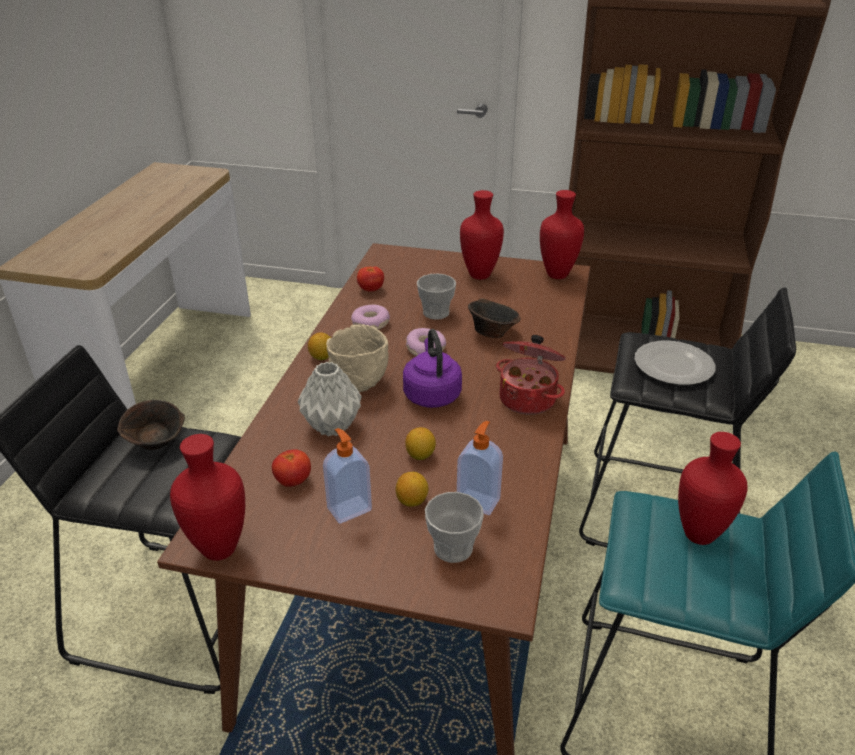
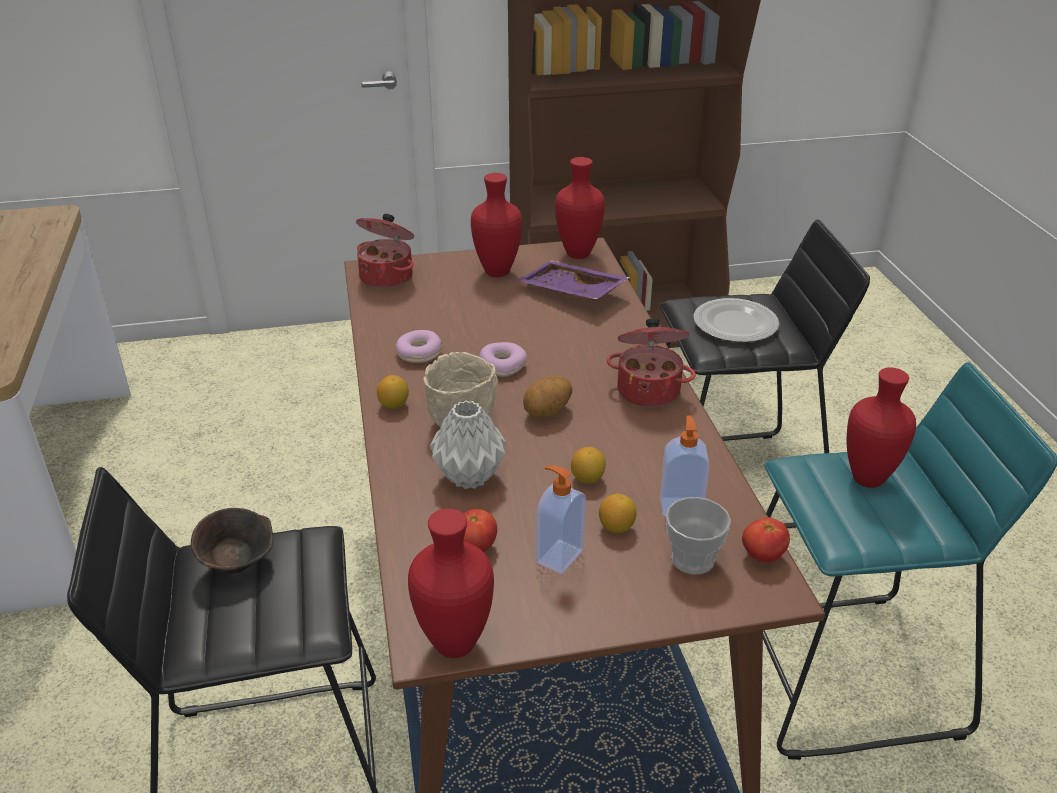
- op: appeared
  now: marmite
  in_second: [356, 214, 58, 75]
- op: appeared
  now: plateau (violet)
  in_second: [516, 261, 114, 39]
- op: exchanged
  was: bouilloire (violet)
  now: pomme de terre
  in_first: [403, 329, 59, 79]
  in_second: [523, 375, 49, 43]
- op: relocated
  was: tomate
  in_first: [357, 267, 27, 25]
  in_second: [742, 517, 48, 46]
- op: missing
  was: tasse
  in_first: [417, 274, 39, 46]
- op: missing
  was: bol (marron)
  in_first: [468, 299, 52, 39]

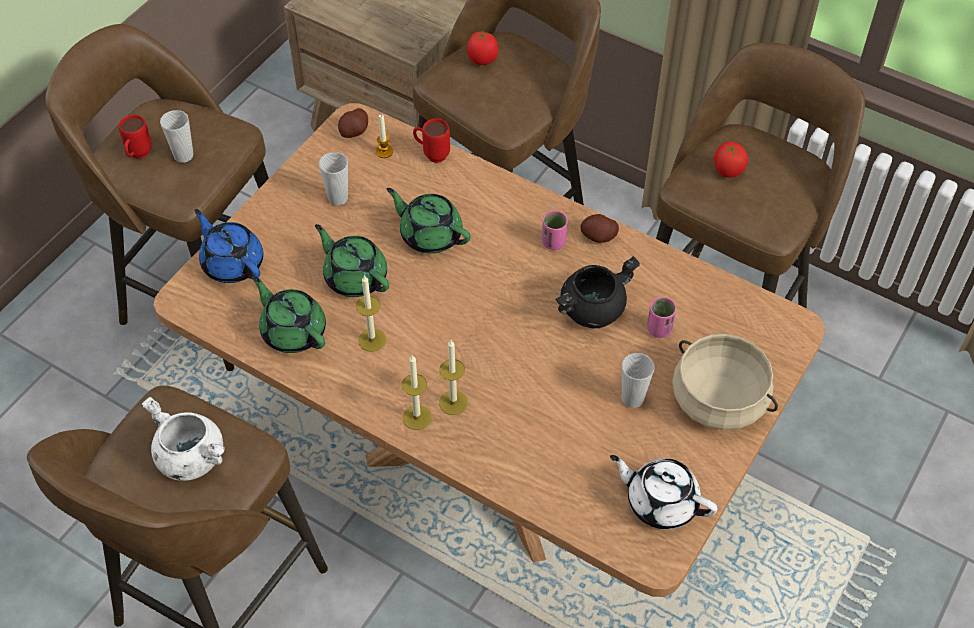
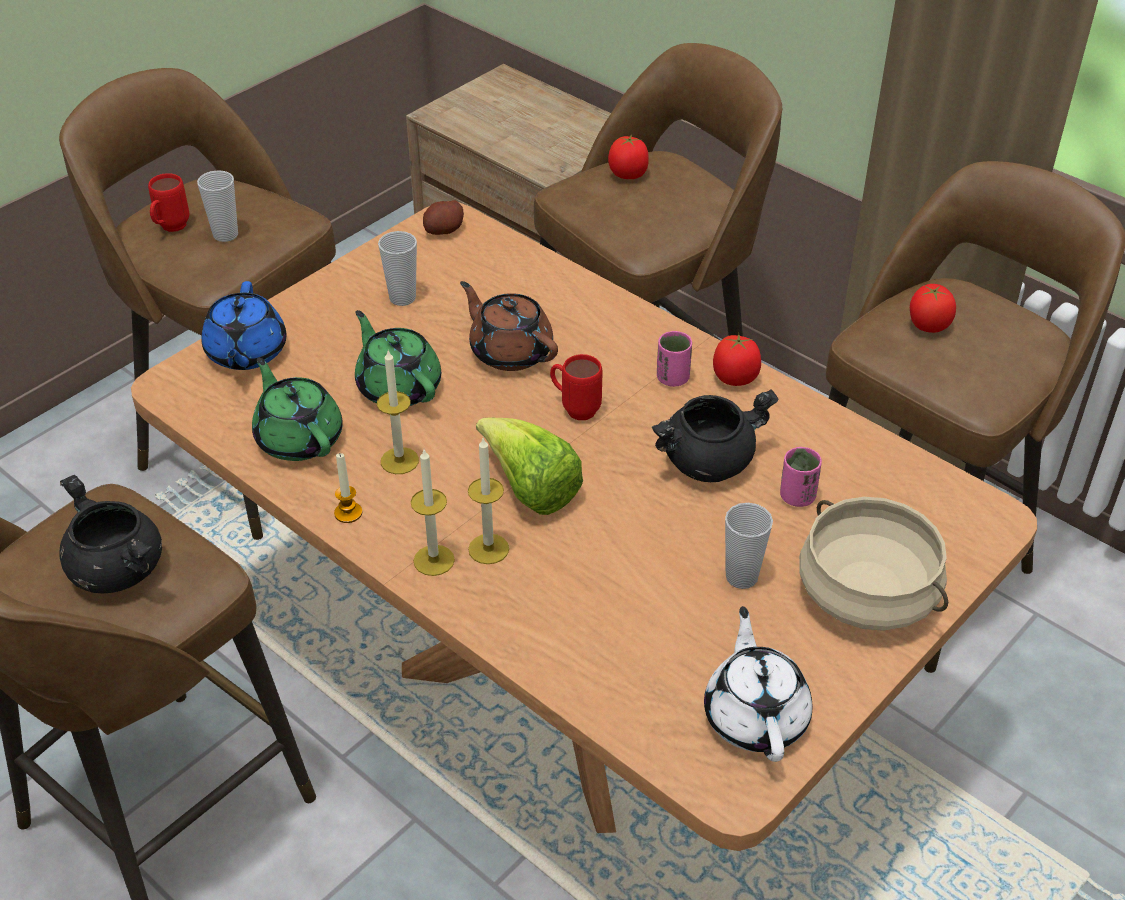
- op: colour
  was: marmite (blanc)
  now: marmite (noir)
  in_first: [141, 397, 85, 84]
  in_second: [59, 475, 103, 118]
- op: spun
  was: théière (bleu)
  in_first: [195, 209, 68, 74]
  in_second: [201, 281, 85, 89]
  clockwise: -150
- op: relocated
  was: bougie
  in_first: [376, 114, 17, 44]
  in_second: [334, 453, 28, 70]
- op: colour
  was: théière (vert)
  now: théière (marron)
  in_first: [387, 188, 83, 66]
  in_second: [460, 281, 98, 90]
- op: appeared
  now: laitue
  in_second: [476, 418, 107, 97]
- op: relocated
  was: mug (rouge)
  in_first: [413, 119, 37, 44]
  in_second: [550, 354, 52, 66]
- op: spun
  was: théière (blanc)
  in_first: [610, 455, 108, 75]
  in_second: [704, 606, 108, 156]
  clockwise: 45
- op: exchanged
  was: pomme de terre
  now: tomate
  in_first: [580, 214, 39, 29]
  in_second: [713, 333, 48, 53]

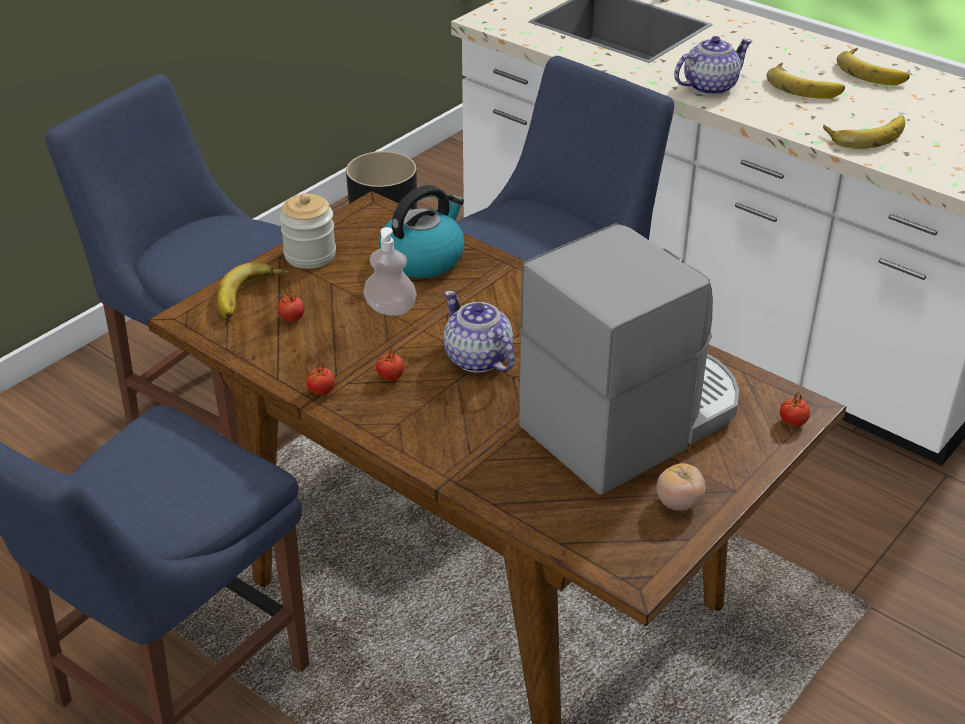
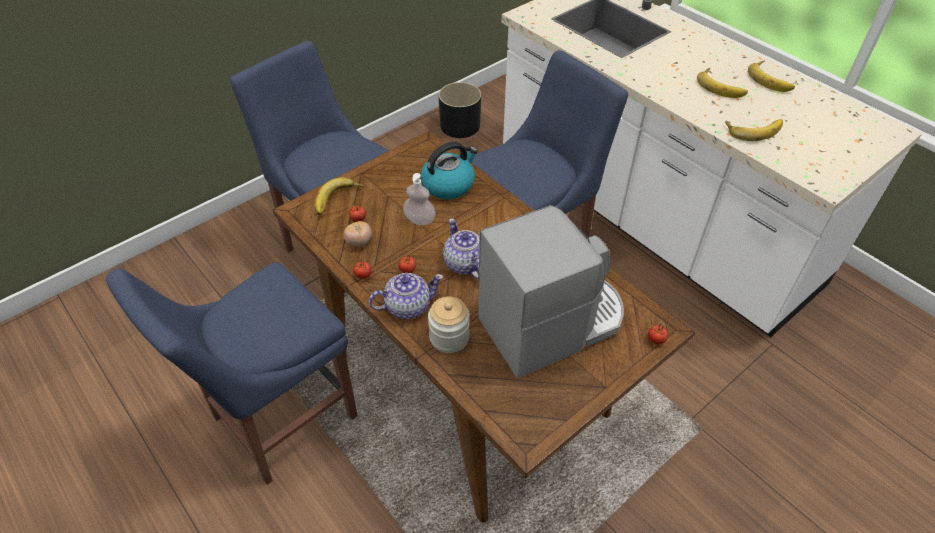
- op: relocated
  was: tomate
  in_first: [656, 463, 50, 48]
  in_second: [344, 221, 28, 26]
- op: relocated
  was: théière
  in_first: [674, 36, 78, 59]
  in_second: [369, 273, 75, 46]
- op: relocated
  was: bocal
  in_first: [280, 193, 56, 76]
  in_second: [428, 296, 42, 57]

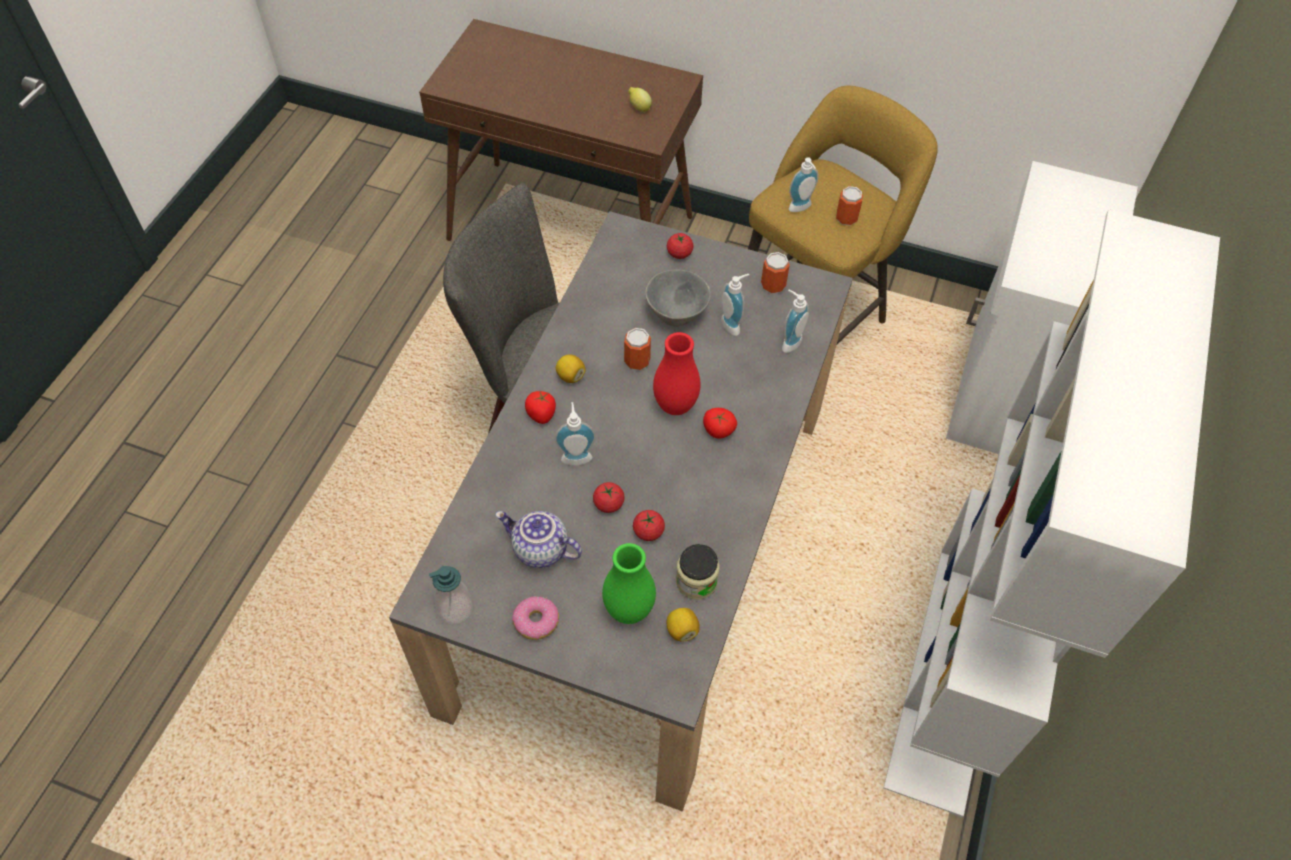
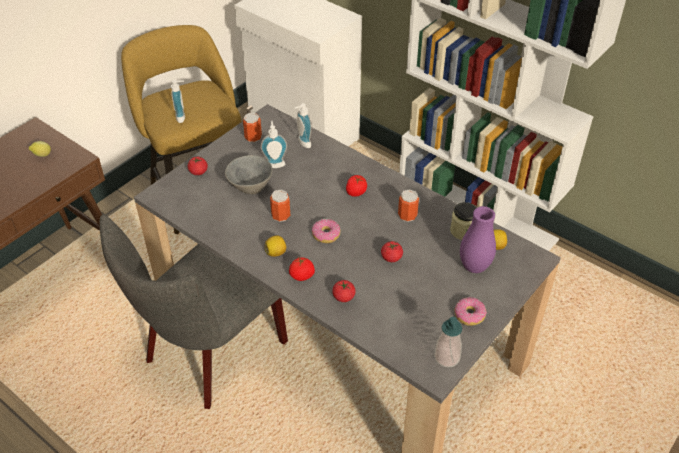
- op: appeared
  now: beignet
  in_second: [312, 219, 28, 24]
- op: relocated
  was: tomate
  in_first: [633, 510, 32, 31]
  in_second: [332, 280, 23, 22]
- op: relocated
  was: boîte métallique
  in_first: [836, 186, 27, 40]
  in_second: [398, 189, 21, 33]
- op: colour
  was: vase (vert)
  now: vase (violet)
  in_first: [602, 543, 54, 81]
  in_second: [460, 206, 36, 67]
- op: missing
  was: théière
  in_first: [495, 511, 87, 57]
- op: missing
  was: distributeur de savon
  in_first: [554, 402, 42, 64]
- op: missing
  was: vase (rouge)
  in_first: [653, 332, 48, 83]

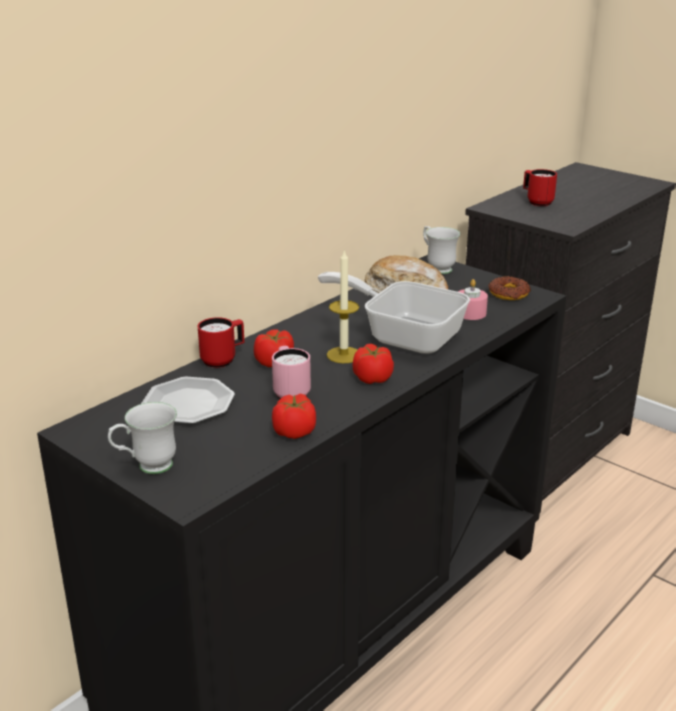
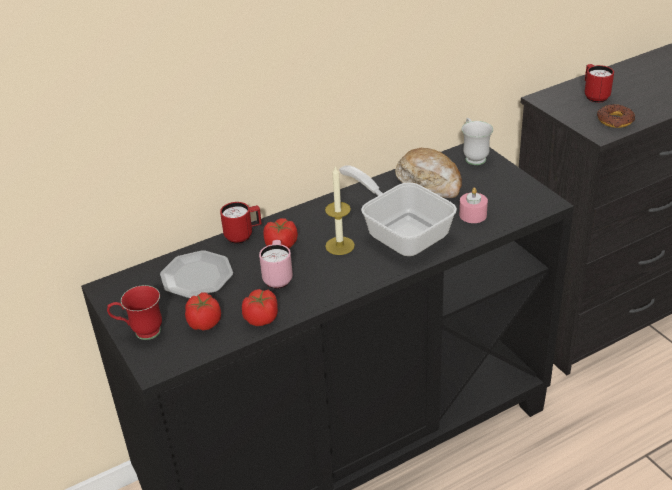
- op: colour
  was: mug (blanc)
  now: mug (rouge)
  in_first: [108, 402, 69, 72]
  in_second: [107, 285, 55, 55]
- op: relocated
  was: tomate
  in_first: [353, 344, 41, 40]
  in_second: [185, 292, 36, 38]
- op: relocated
  was: beignet
  in_first: [488, 276, 43, 24]
  in_second: [597, 104, 38, 24]

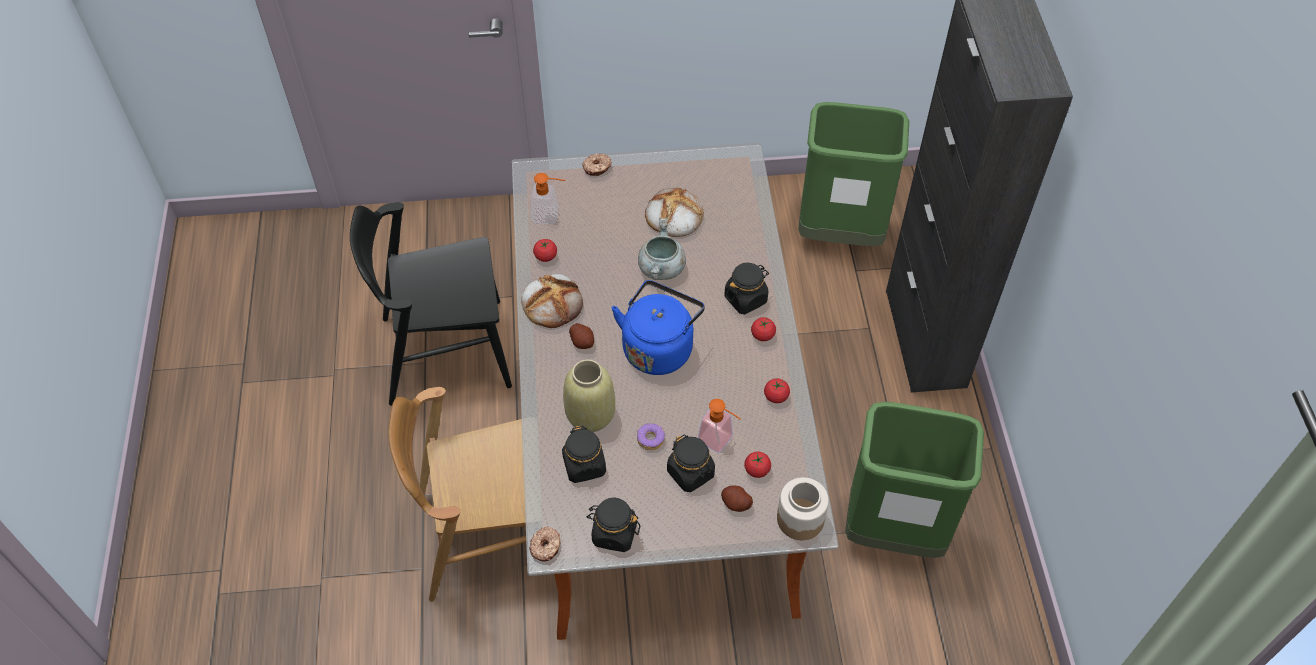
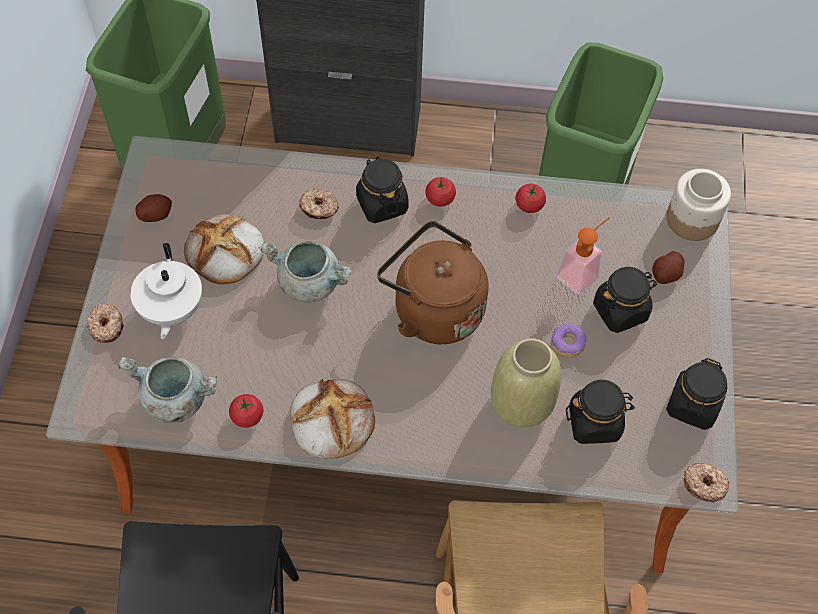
- op: exchanged
  was: distributeur de savon
  now: marmite (gris)
  in_first: [531, 173, 34, 51]
  in_second: [118, 357, 99, 66]
- op: appeared
  now: théière (blanc)
  in_second: [130, 243, 72, 96]
- op: relocated
  was: pomme de terre
  in_first: [569, 323, 25, 26]
  in_second: [135, 194, 37, 28]
- op: appeared
  now: beignet
  in_second: [299, 188, 40, 31]
- op: colour
  was: bouilloire (bleu)
  now: bouilloire (marron)
  in_first: [612, 280, 93, 95]
  in_second: [377, 221, 111, 123]
- op: missing
  was: tomate
  in_first: [744, 452, 27, 26]

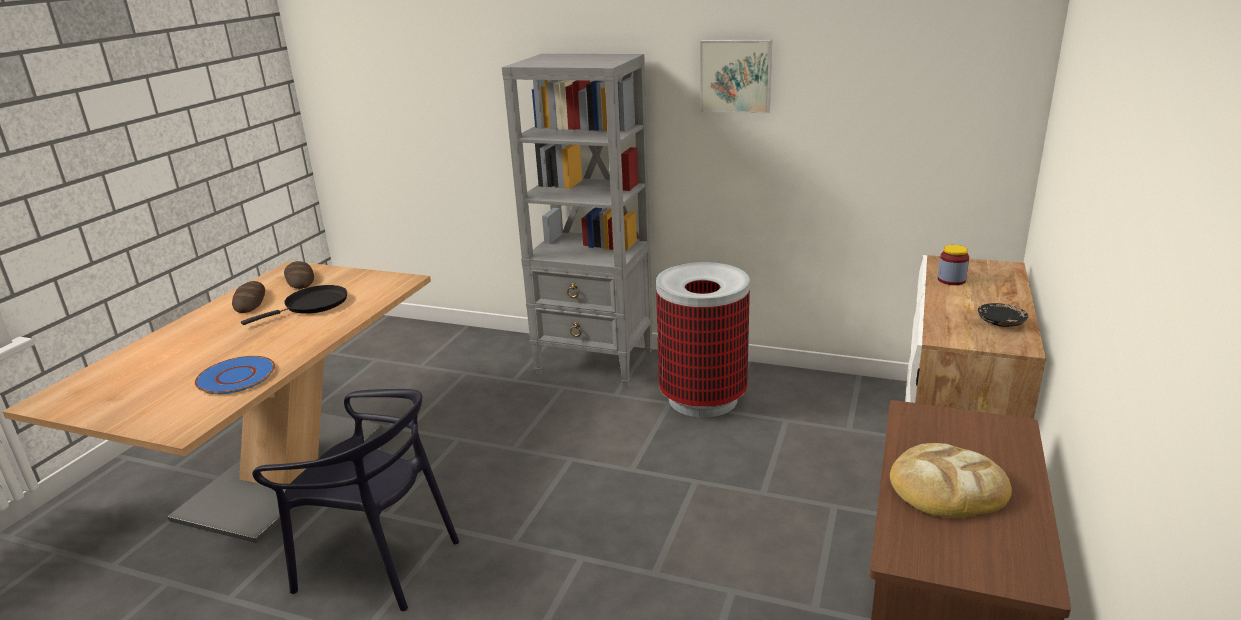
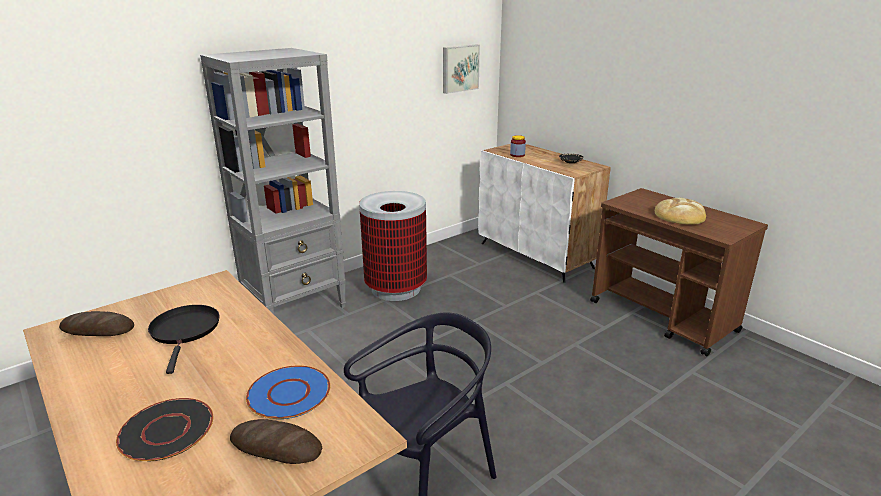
- op: appeared
  now: assiette (noir)
  in_second: [116, 398, 97, 63]
- op: relocated
  was: pain
  in_first: [232, 281, 33, 32]
  in_second: [230, 419, 92, 45]
- op: relocated
  was: tableau
  in_first: [700, 40, 72, 74]
  in_second: [443, 44, 37, 50]

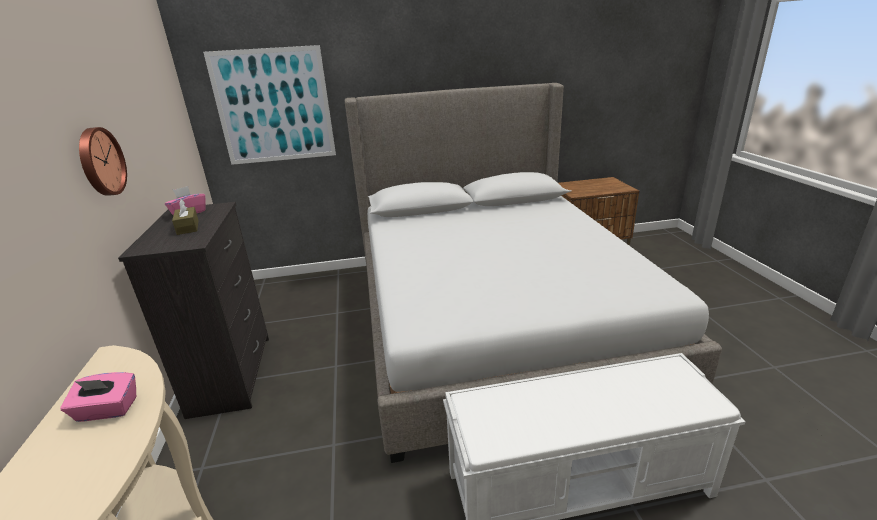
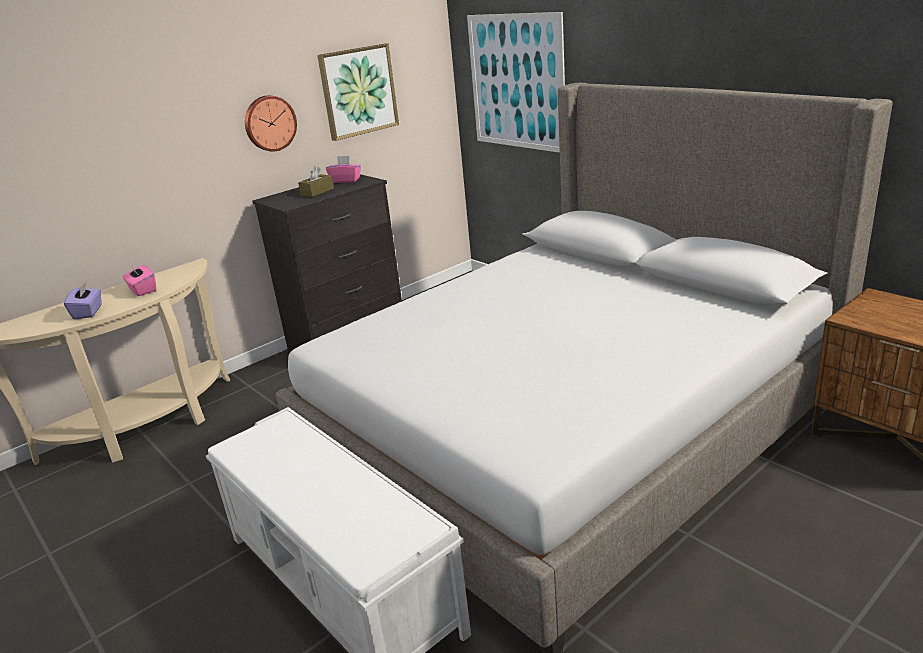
- op: appeared
  now: boîte à mouchoirs (violet)
  in_second: [64, 282, 38, 38]
- op: appeared
  now: tableau
  in_second: [317, 43, 82, 98]

